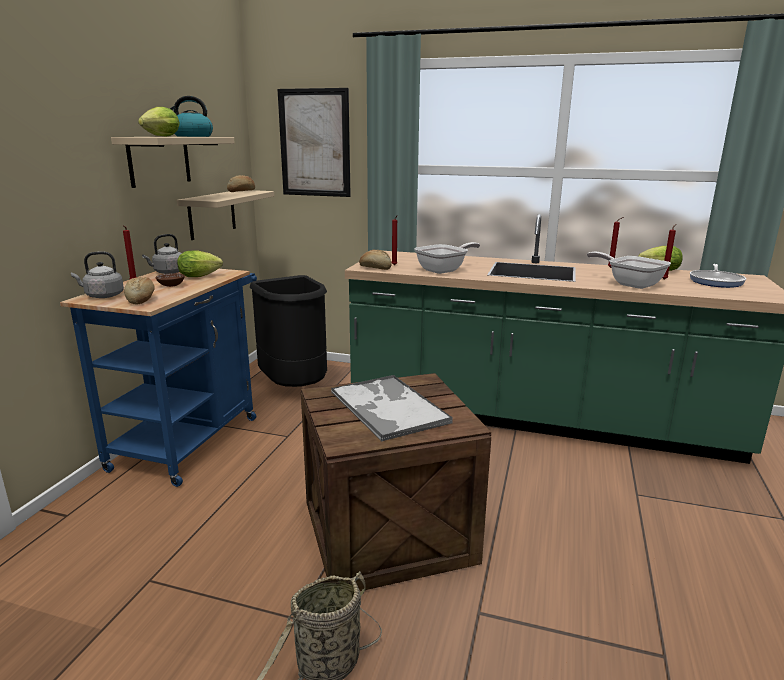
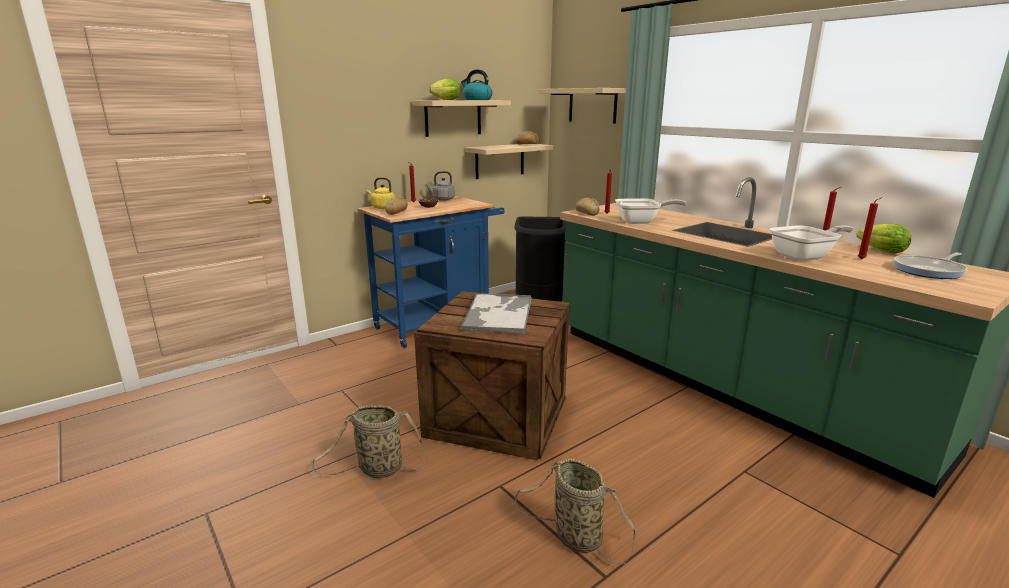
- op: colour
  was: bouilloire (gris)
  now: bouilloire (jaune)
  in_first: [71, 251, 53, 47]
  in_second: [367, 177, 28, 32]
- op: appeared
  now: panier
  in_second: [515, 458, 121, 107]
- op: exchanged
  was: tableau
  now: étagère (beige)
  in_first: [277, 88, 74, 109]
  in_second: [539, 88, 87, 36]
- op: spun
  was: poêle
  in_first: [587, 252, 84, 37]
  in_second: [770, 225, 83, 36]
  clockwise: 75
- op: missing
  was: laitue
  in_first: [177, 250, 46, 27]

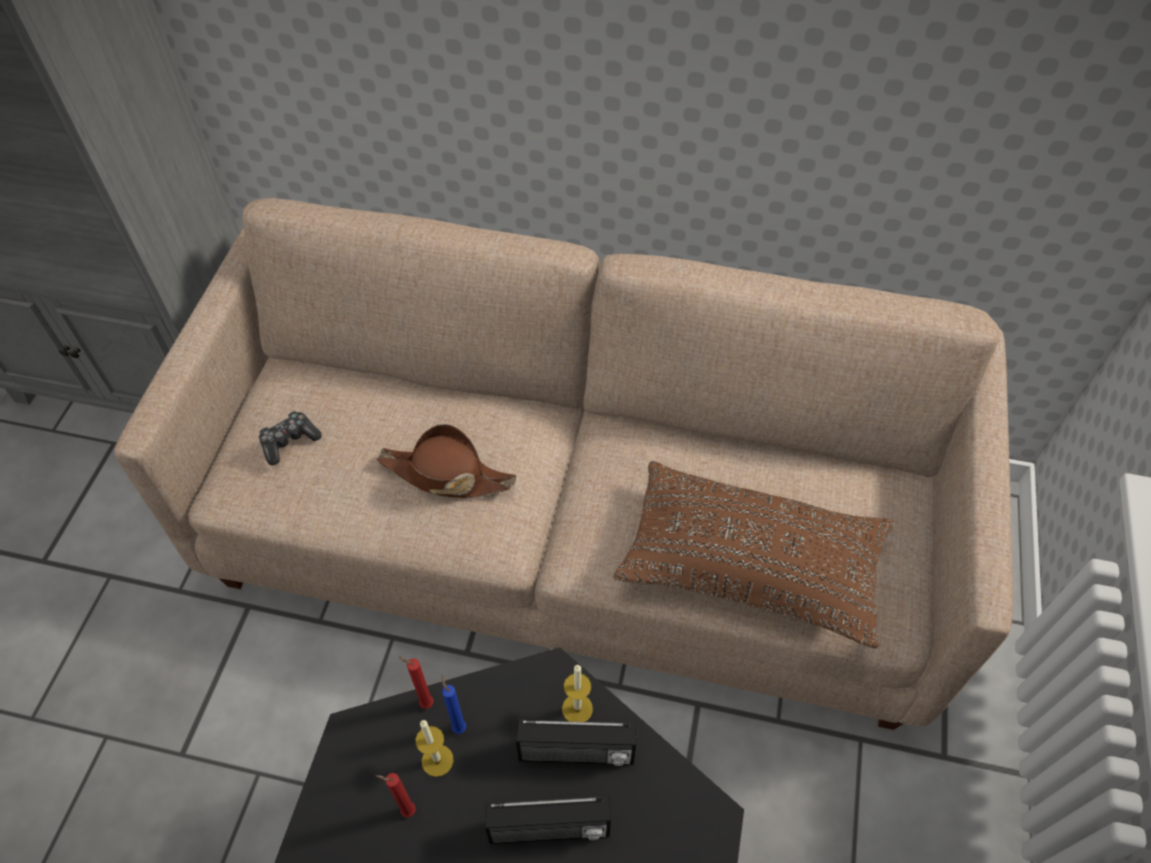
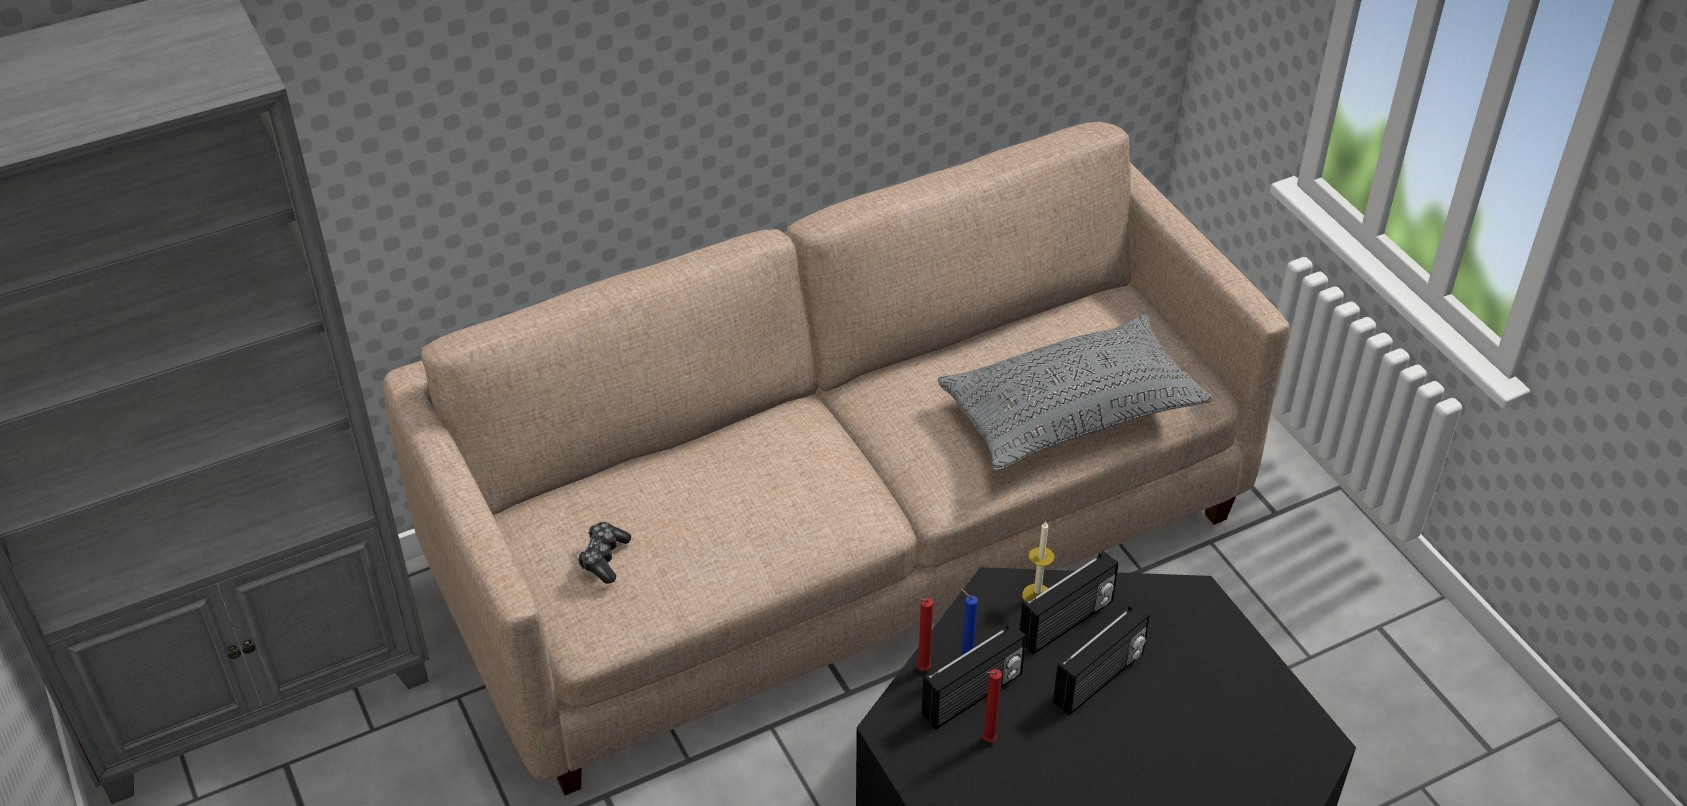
- op: exchanged
  was: bougie
  now: radio
  in_first: [416, 720, 38, 57]
  in_second: [922, 622, 104, 108]
- op: colour
  was: coussin (marron)
  now: coussin (gris)
  in_first: [614, 461, 280, 187]
  in_second: [938, 315, 275, 156]
- op: missing
  was: chapeau (marron)
  in_first: [377, 424, 139, 74]

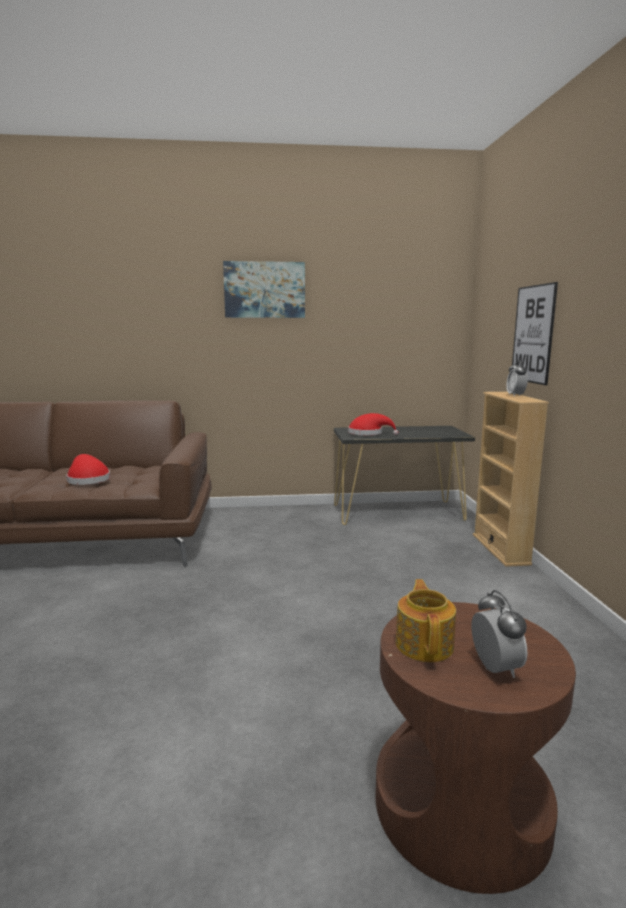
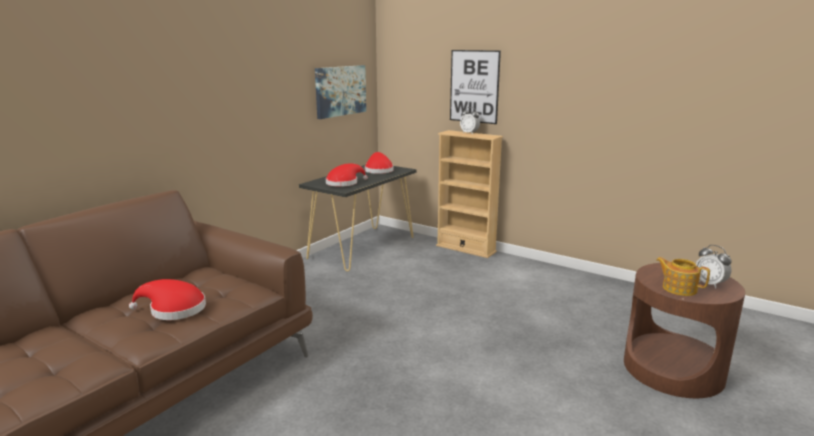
- op: relocated
  was: tableau
  in_first: [223, 261, 82, 57]
  in_second: [315, 65, 51, 54]
- op: appeared
  now: chapeau (rouge)
  in_second: [365, 152, 28, 22]
- op: spun
  was: réveil
  in_first: [471, 590, 57, 88]
  in_second: [696, 245, 36, 44]
  clockwise: -150

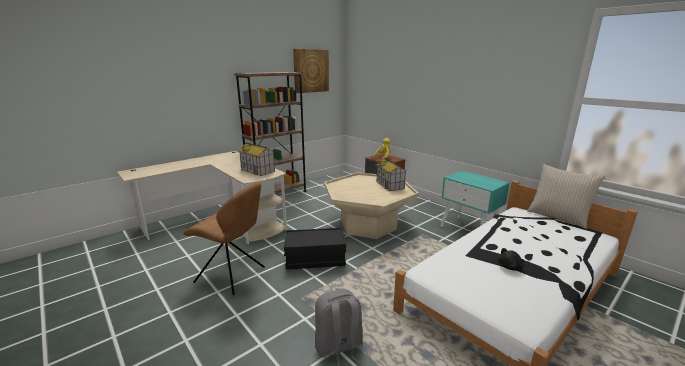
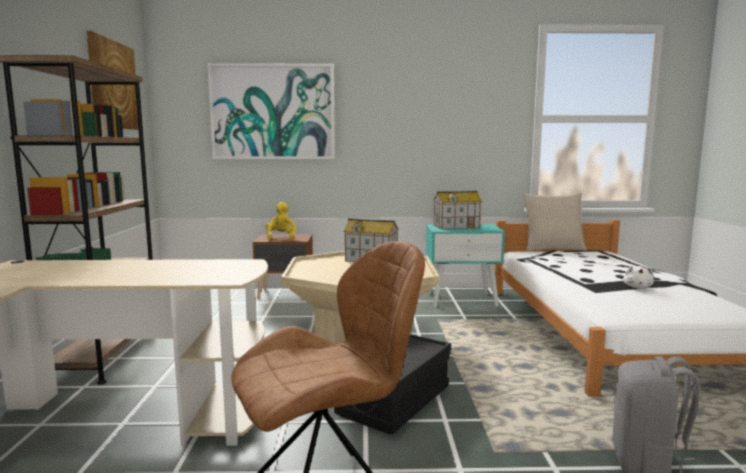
- op: appeared
  now: tableau
  in_second: [207, 63, 128, 96]
- op: relocated
  was: maison miniature
  in_first: [239, 142, 36, 34]
  in_second: [433, 191, 49, 38]
- op: colour
  was: peluche (noir)
  now: peluche (blanc)
  in_first: [498, 248, 26, 23]
  in_second: [623, 265, 31, 23]

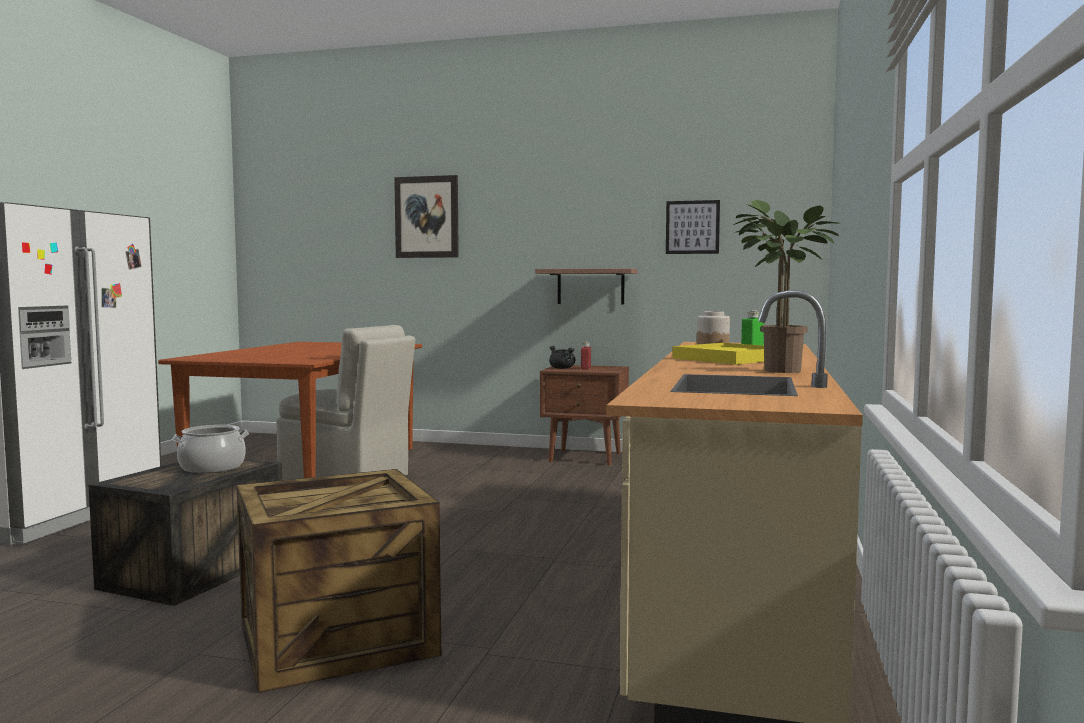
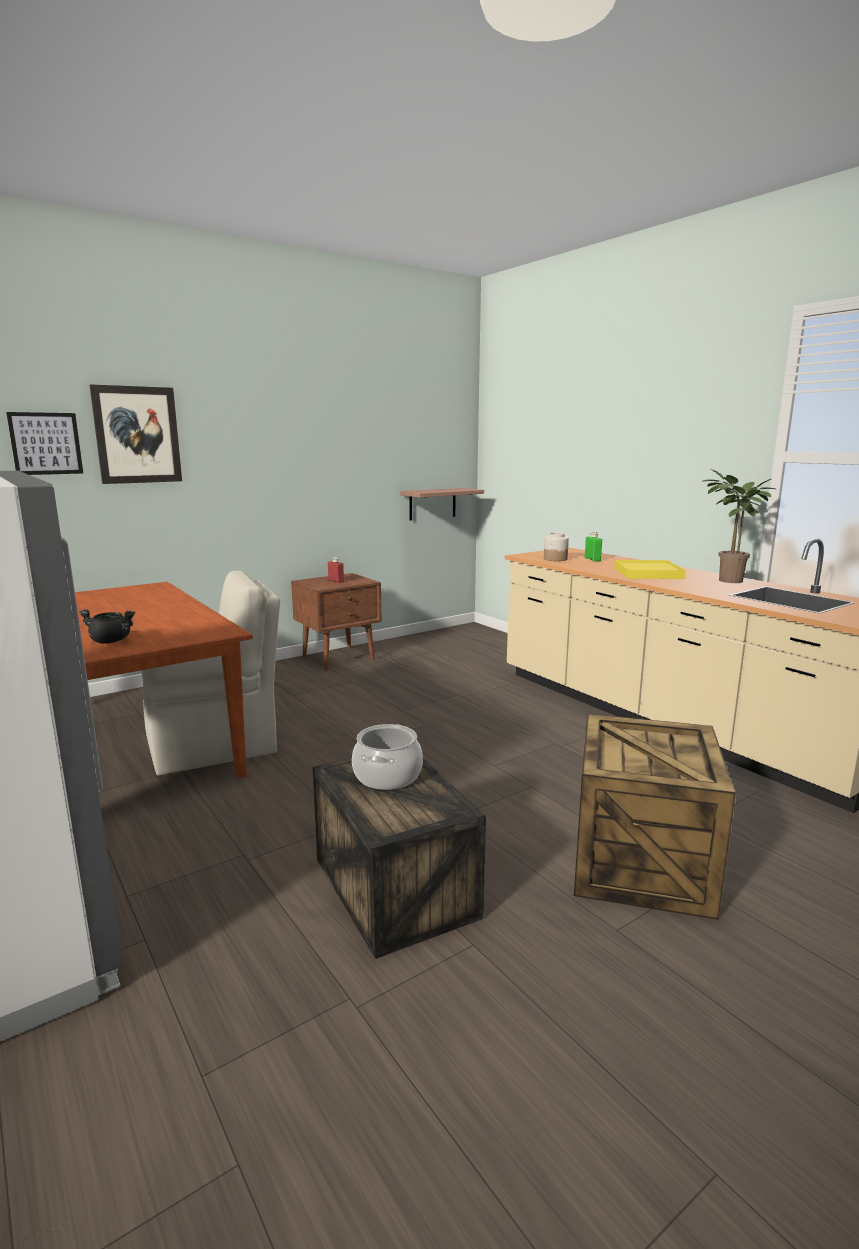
- op: relocated
  was: tableau
  in_first: [666, 200, 54, 54]
  in_second: [6, 412, 77, 63]
- op: relocated
  was: marmite (noir)
  in_first: [549, 345, 26, 24]
  in_second: [78, 609, 57, 35]
- op: relocated
  was: étagère
  in_first: [535, 268, 103, 36]
  in_second: [400, 488, 84, 32]

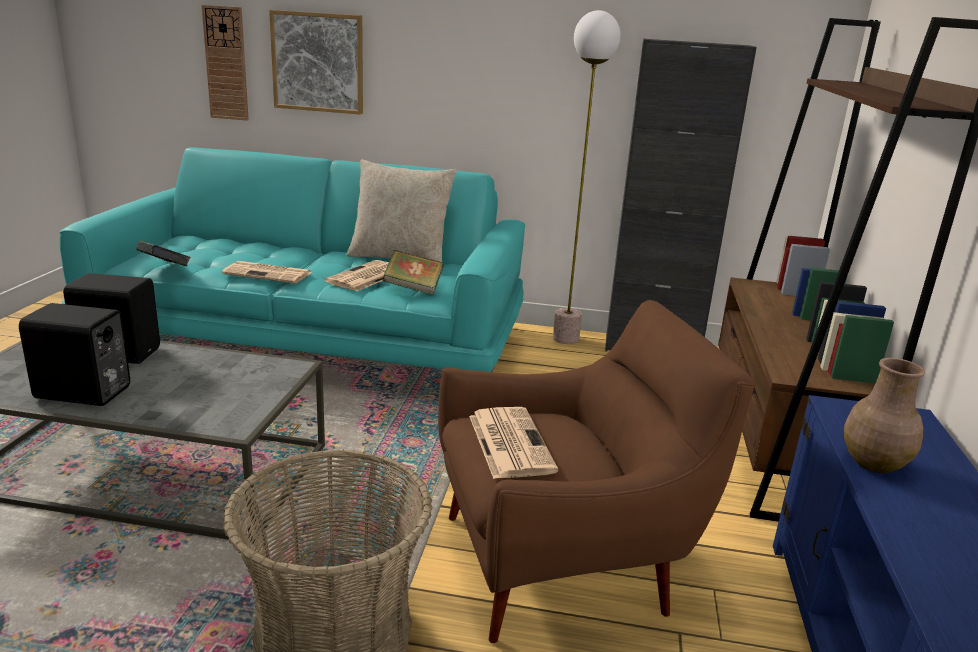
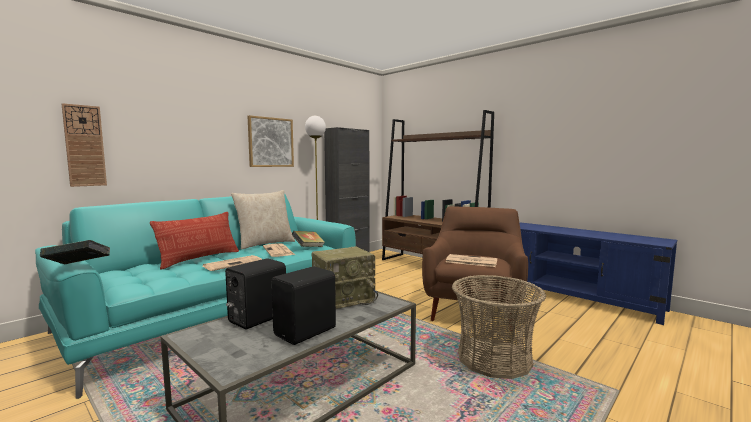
- op: relocated
  was: livre
  in_first: [136, 241, 55, 25]
  in_second: [40, 240, 70, 24]
- op: appeared
  now: coussin
  in_second: [150, 212, 89, 58]
- op: relocated
  was: tableau
  in_first: [269, 10, 94, 105]
  in_second: [247, 115, 47, 52]
- op: appeared
  now: radio
  in_second: [312, 246, 66, 63]
- op: missing
  was: vase (marron)
  in_first: [844, 358, 81, 115]

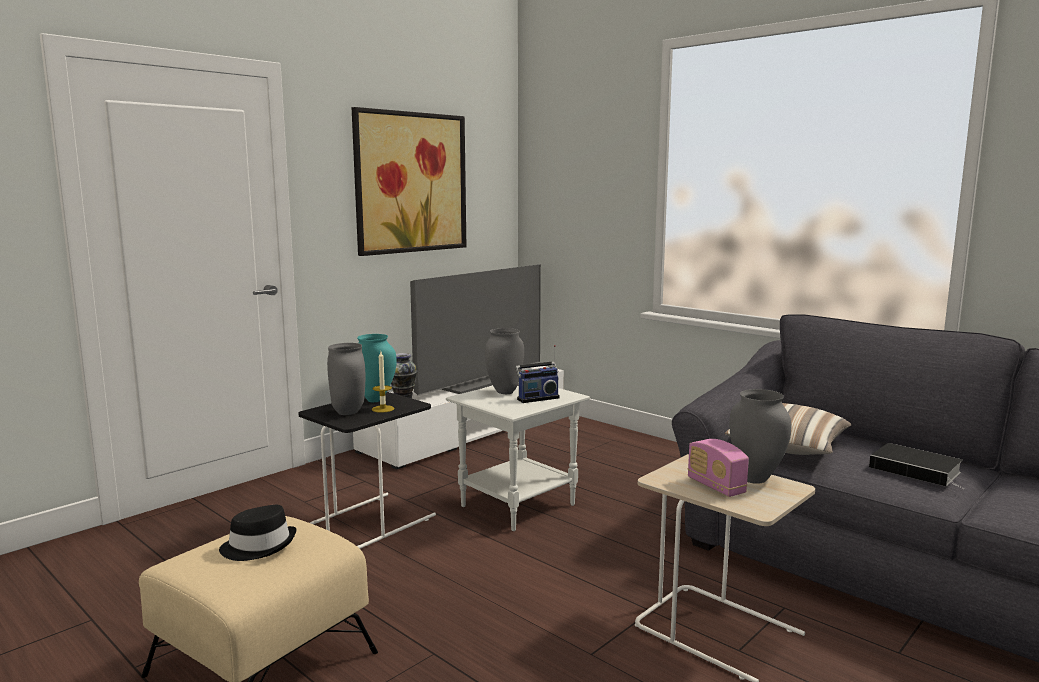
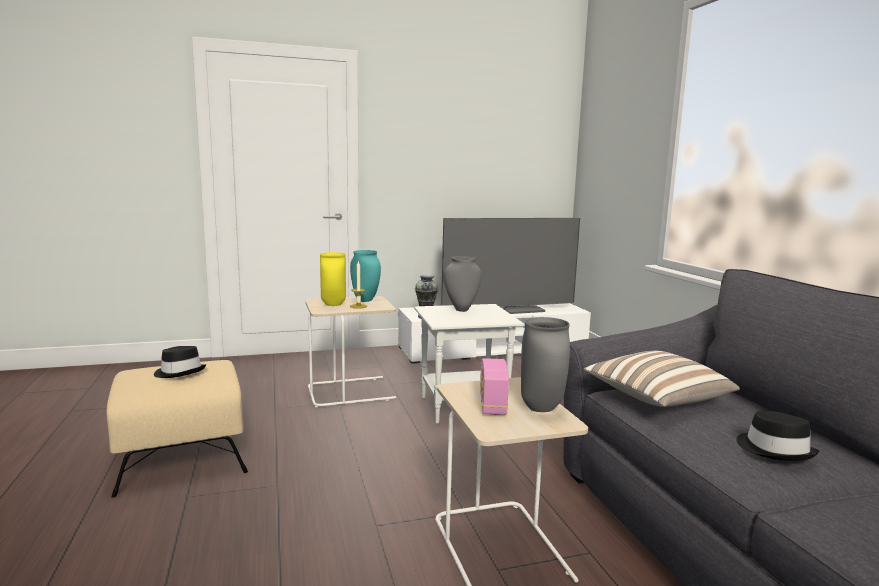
- op: colour
  was: table d'appoint (noir)
  now: table d'appoint (beige)
  in_first: [299, 392, 137, 157]
  in_second: [305, 296, 91, 111]
- op: colour
  was: vase (gris)
  now: vase (jaune)
  in_first: [327, 343, 38, 72]
  in_second: [320, 252, 26, 54]
- op: exchanged
  was: livre
  now: chapeau (noir)
  in_first: [869, 443, 95, 46]
  in_second: [736, 411, 83, 50]
- op: missing
  was: tableau
  in_first: [352, 107, 114, 149]
- op: missing
  was: radio
  in_first: [515, 345, 45, 58]

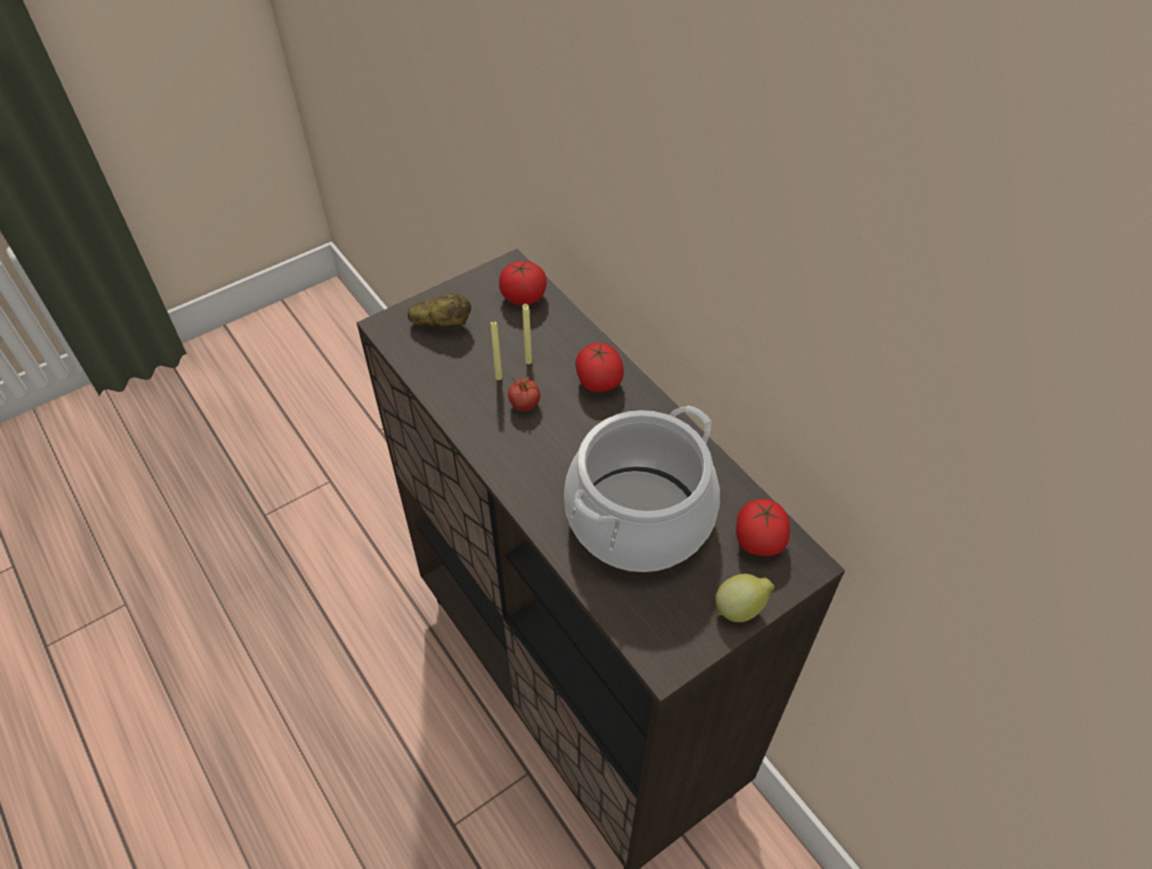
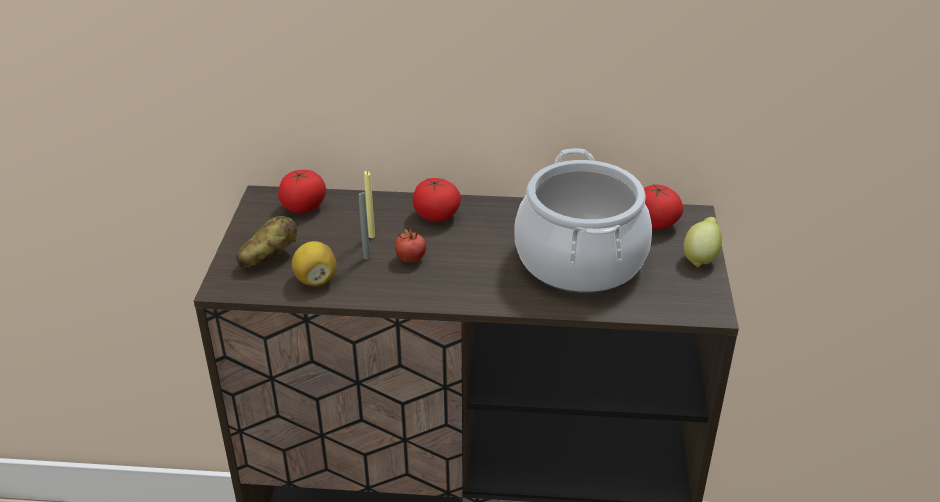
- op: appeared
  now: citron
  in_second: [292, 241, 45, 45]
- op: colour
  was: bougie (jaune)
  now: bougie (gris)
  in_first: [491, 321, 11, 59]
  in_second: [359, 191, 11, 68]

